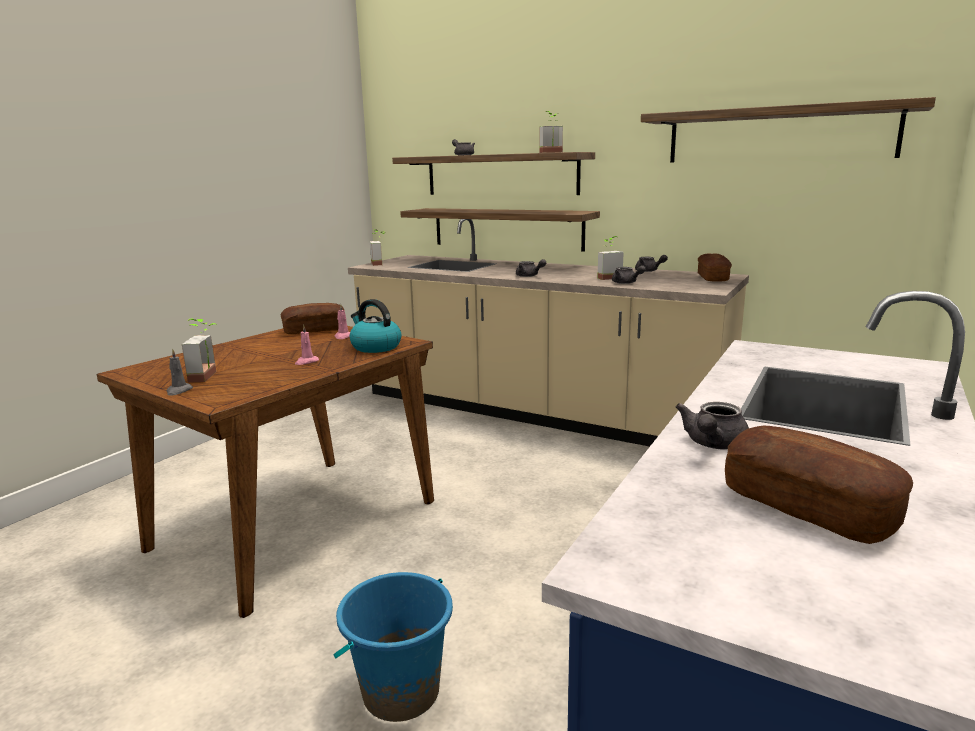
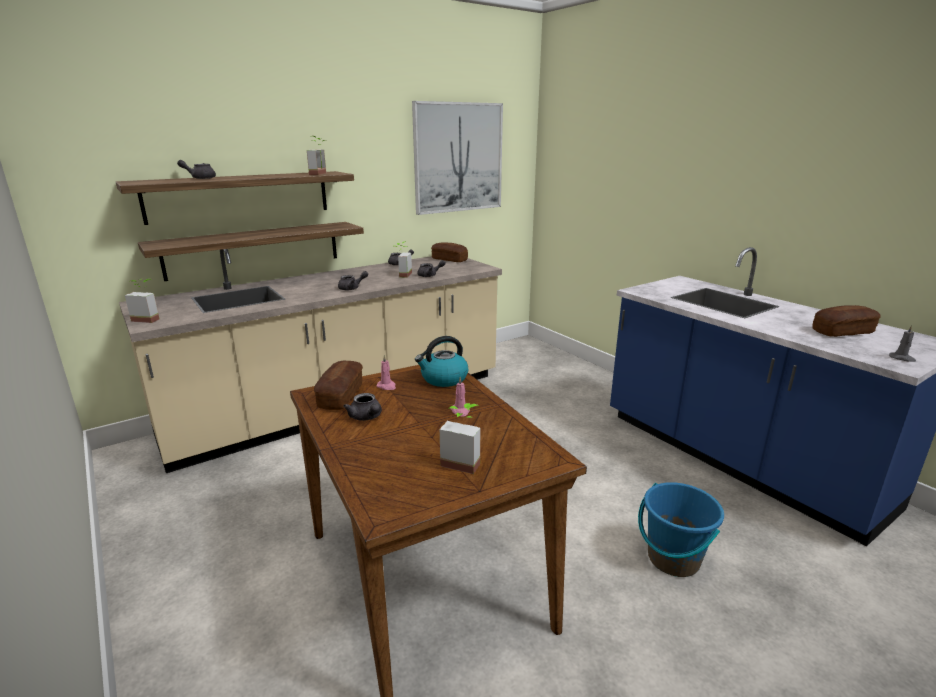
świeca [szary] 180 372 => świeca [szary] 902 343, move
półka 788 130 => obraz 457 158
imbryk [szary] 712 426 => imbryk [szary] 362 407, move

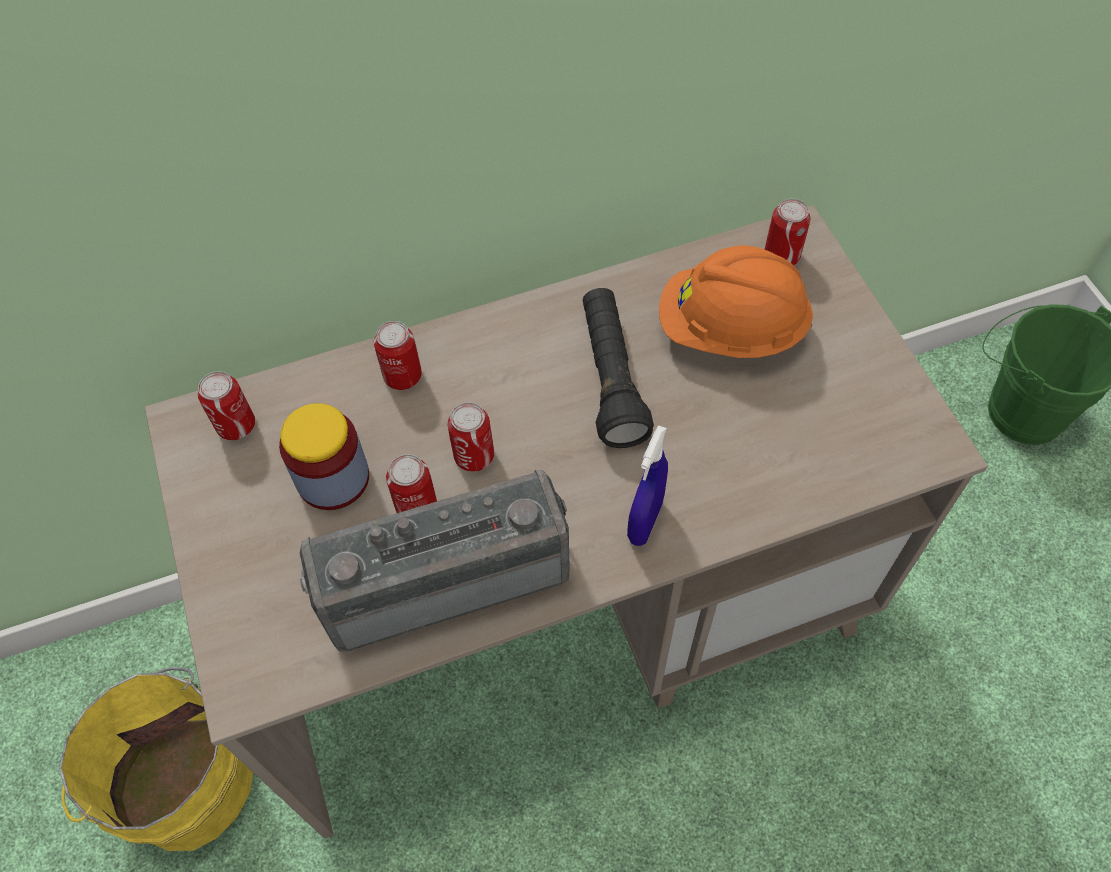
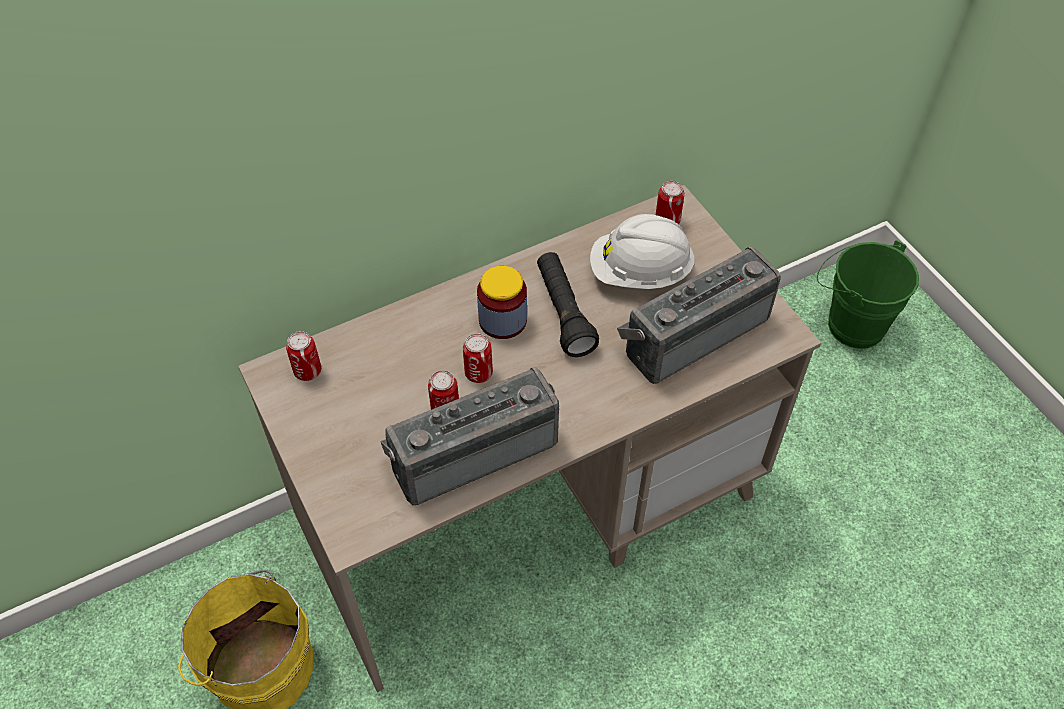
słoik 324 456 => słoik 502 302, move
puszka 398 355 => nothing
spryskiwacz [niebieski] 647 485 => nothing
kask [pomarańczowy] 736 302 => kask [biały] 642 251
nothing => radio 699 315

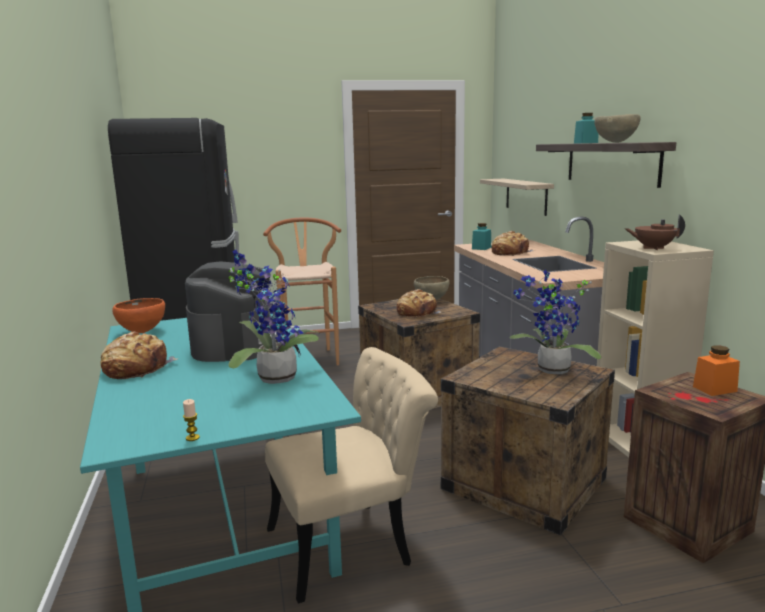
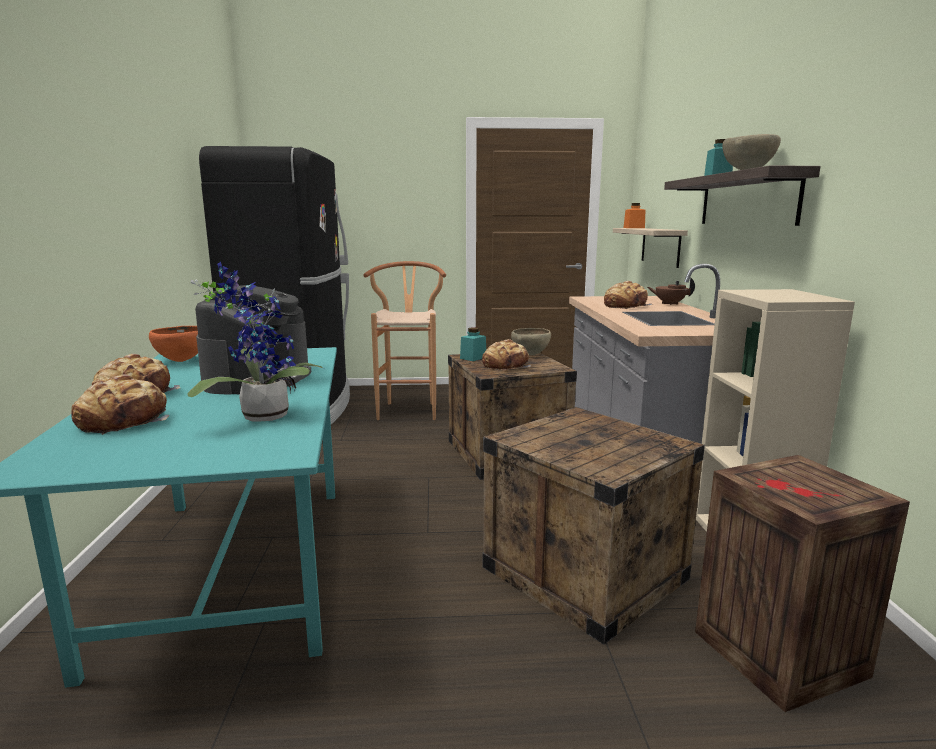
świeca 191 420 => nothing
krzesło [beżowy] 351 475 => nothing
słoik [turkusowy] 481 236 => słoik [turkusowy] 473 344, move
roślina doniczkowa 555 322 => nothing
imbryk [brązowy] 655 232 => imbryk [brązowy] 671 291, move
słoik [pomarańczowy] 716 370 => słoik [pomarańczowy] 634 215, move
nothing => chleb 120 404

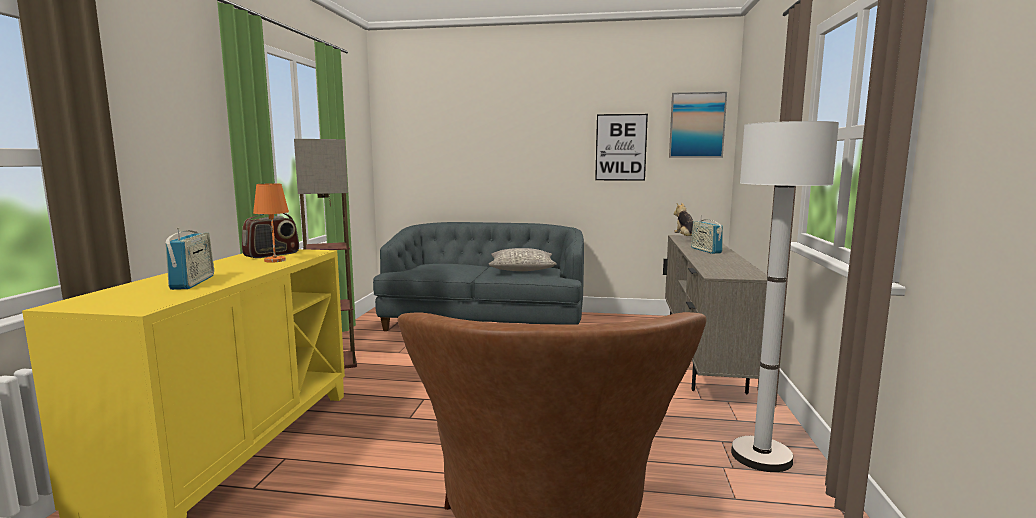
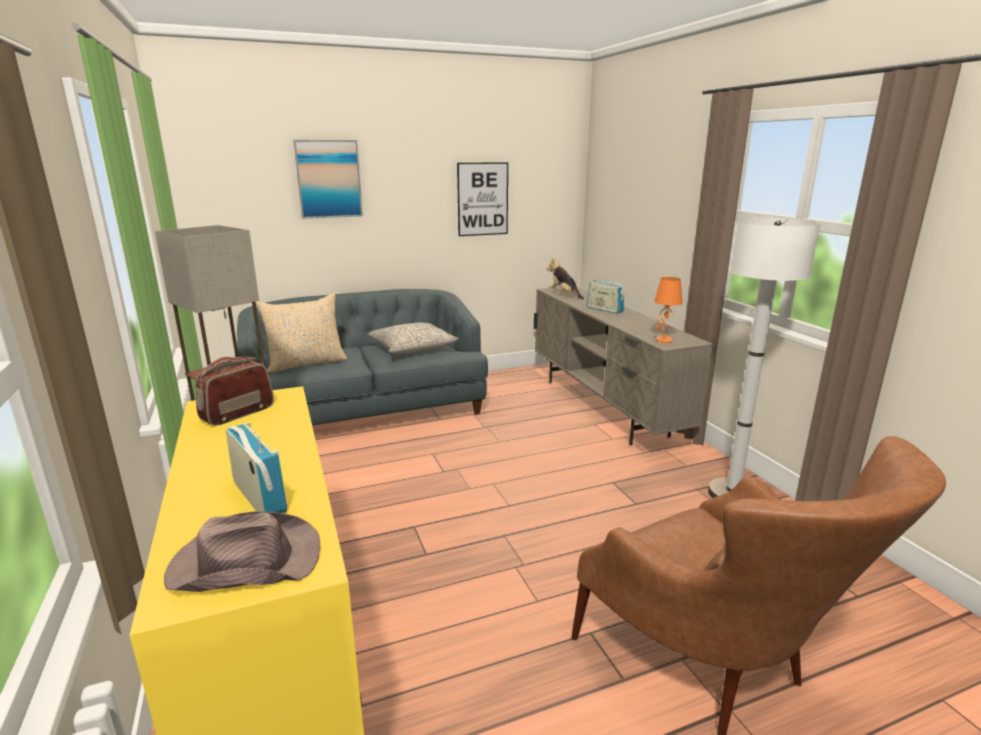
radio 270 235 => radio 234 391, 150 degrees counterclockwise
lampa stołowa [pomarańczowy] 271 223 => lampa stołowa [pomarańczowy] 668 310, move
obraz 698 125 => obraz 328 179, move
nothing => kapelusz [brązowy] 242 551
nothing => poduszka [beżowy] 301 333

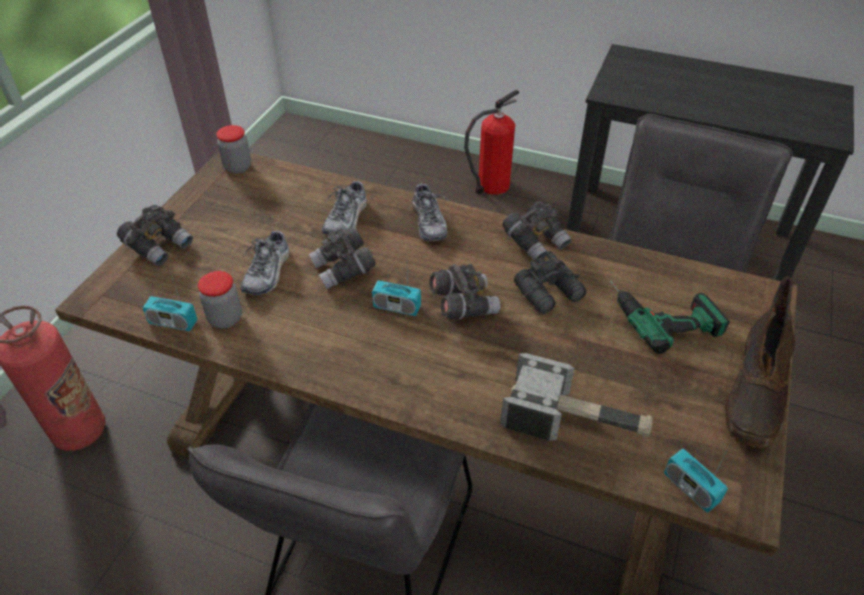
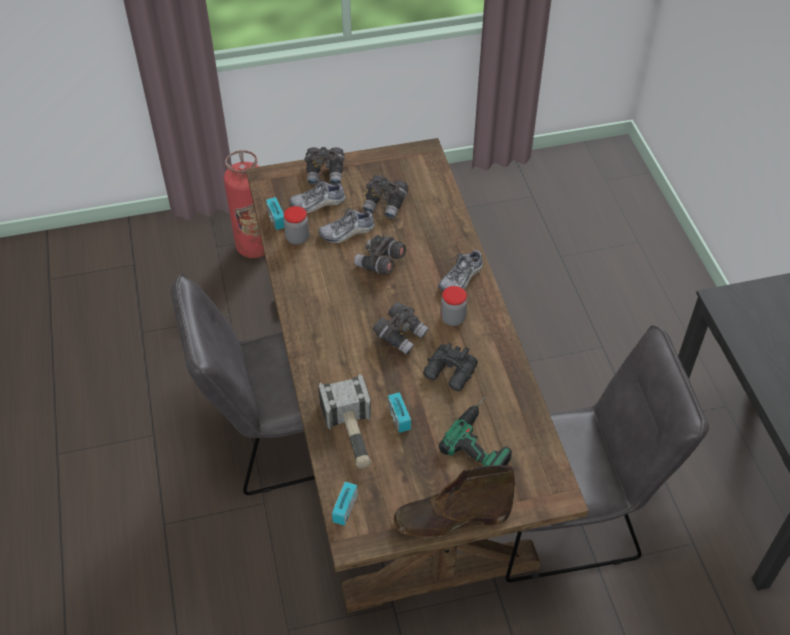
słoik 233 149 => słoik 454 306, move
but 344 208 => but 317 196, move
radio 396 292 => radio 399 412, move
gaśnica 491 142 => nothing
lornetka [szary] 537 231 => lornetka [szary] 385 197, move

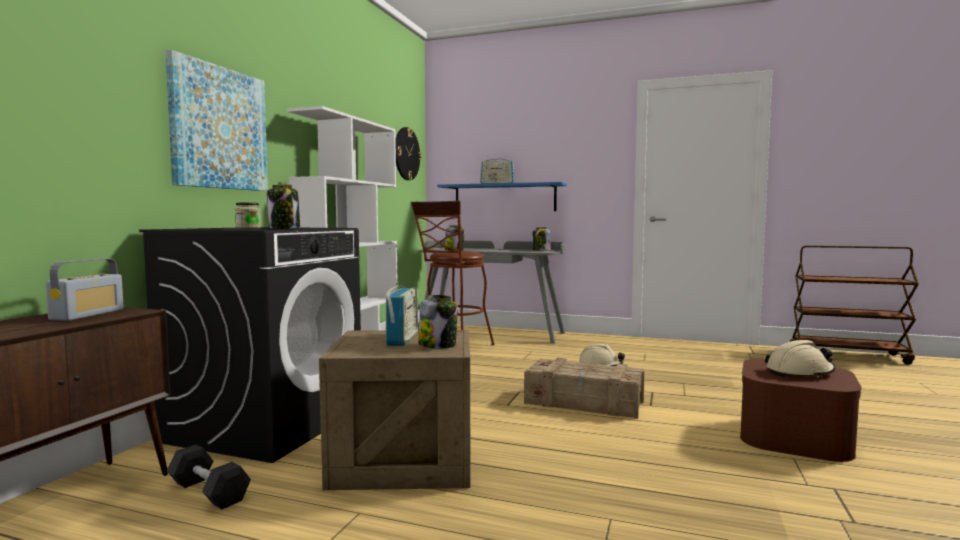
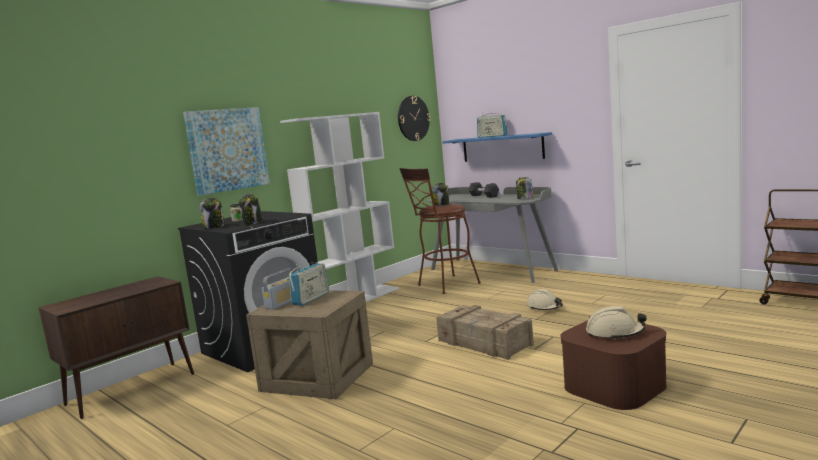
radio 85 289 => radio 278 289, move
hantel [czarny] 209 477 => hantel [czarny] 483 190, move
słoik 438 322 => słoik 212 213, move

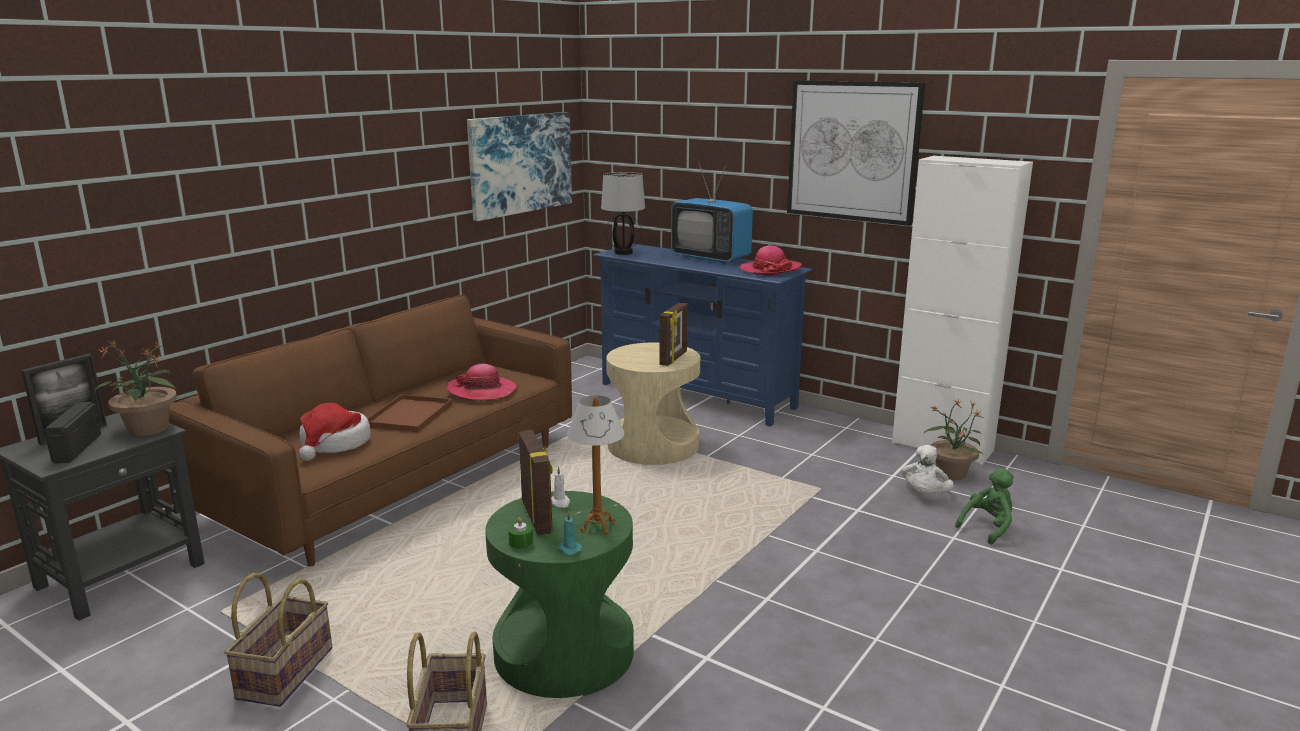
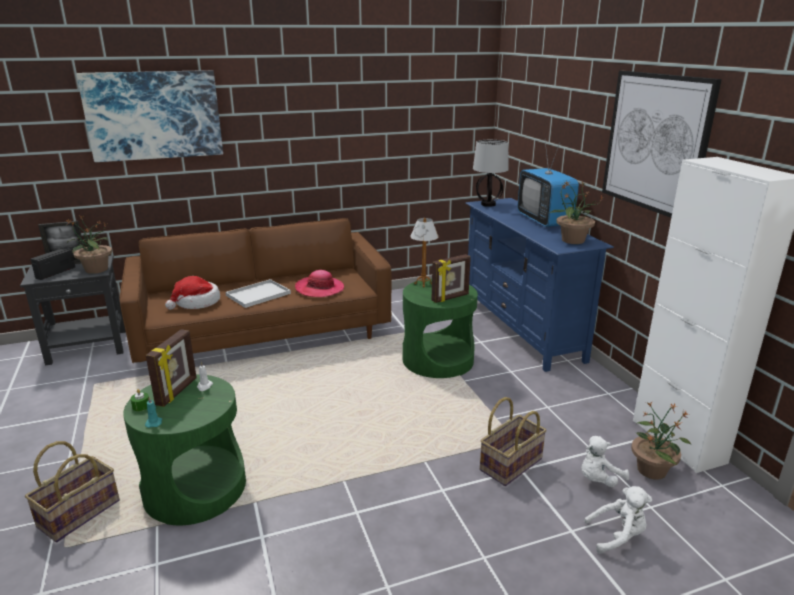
koszyk 278 640 => koszyk 513 441, move
taca [brązowy] 409 413 => taca [biały] 258 293
obraz 519 166 => obraz 149 116, move
lampa stołowa 596 465 => lampa stołowa 424 252, move
stolik [beżowy] 653 403 => stolik [zielony] 440 328
kapelusz 770 261 => roślina doniczkowa 576 212
pluszak [zielony] 984 506 => pluszak [biały] 618 520

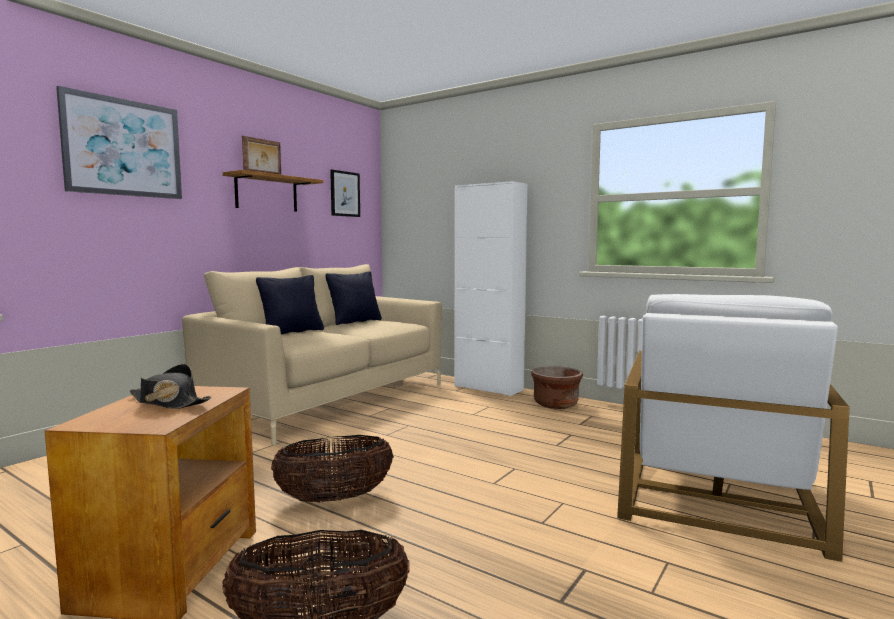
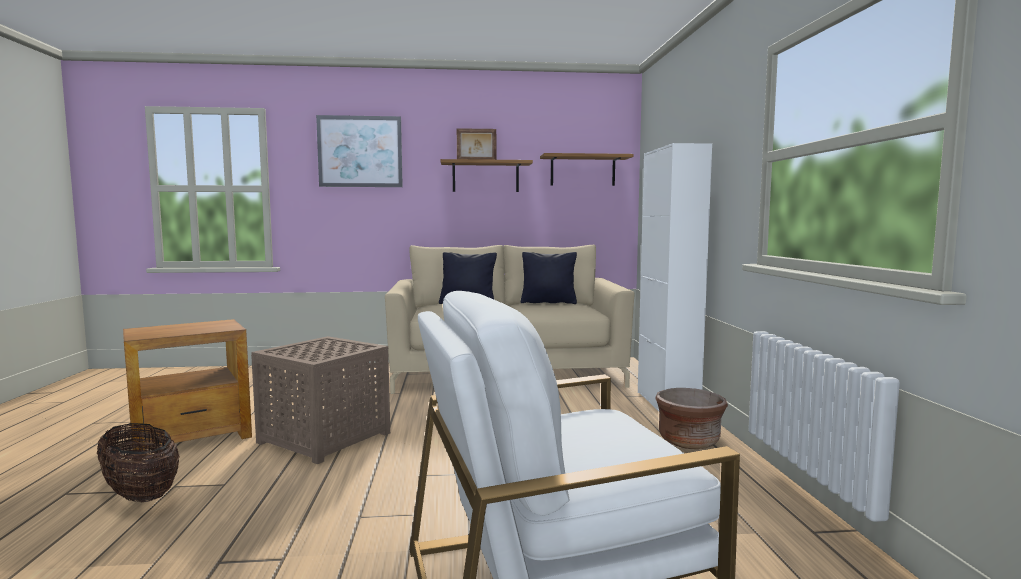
kapelusz [czarny] 170 386 => nothing
koszyk 332 469 => stolik [brązowy] 320 400
obraz 345 193 => półka 586 169

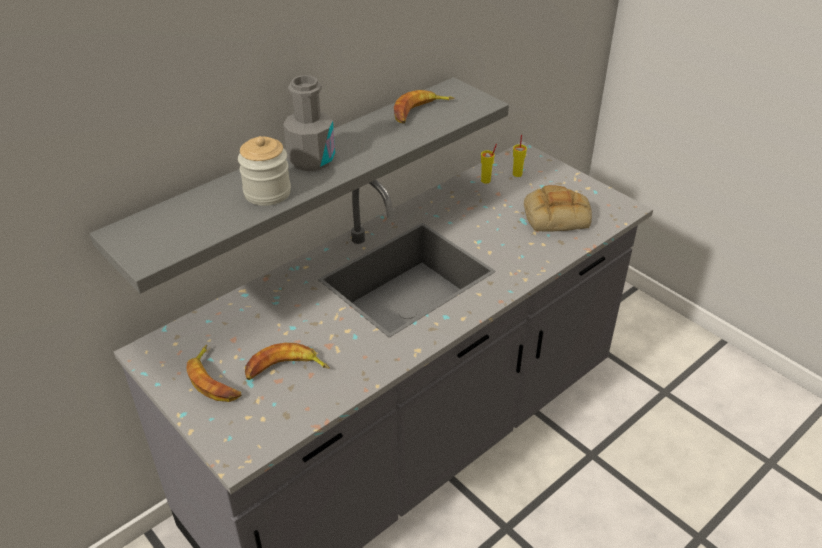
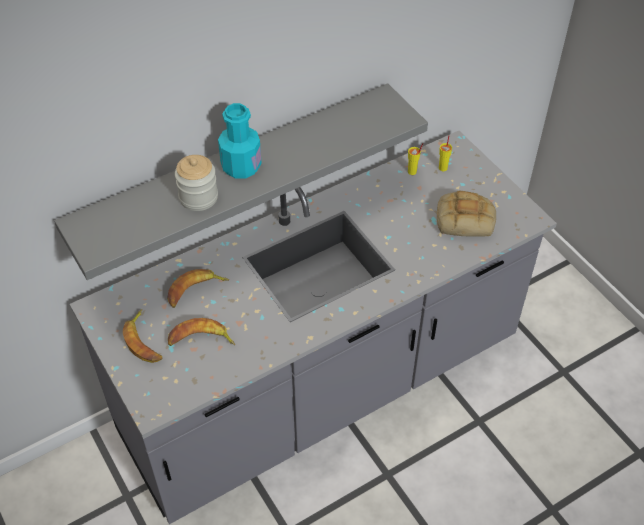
butelka [szary] 309 123 => butelka [turkusowy] 240 141
banan 424 106 => banan 198 288, move

